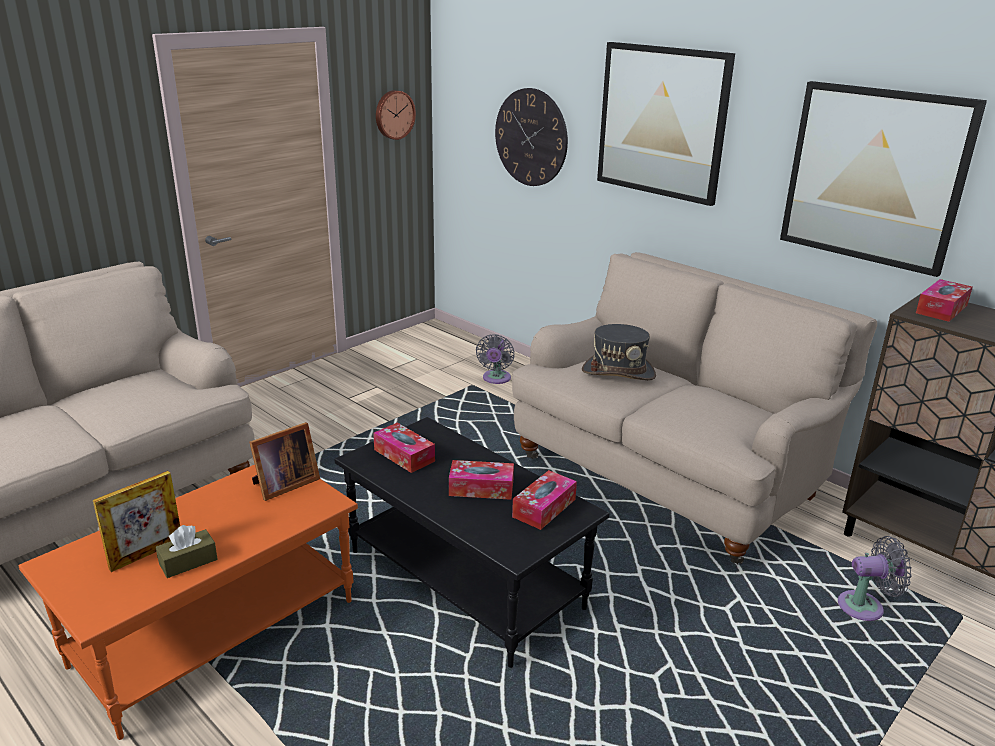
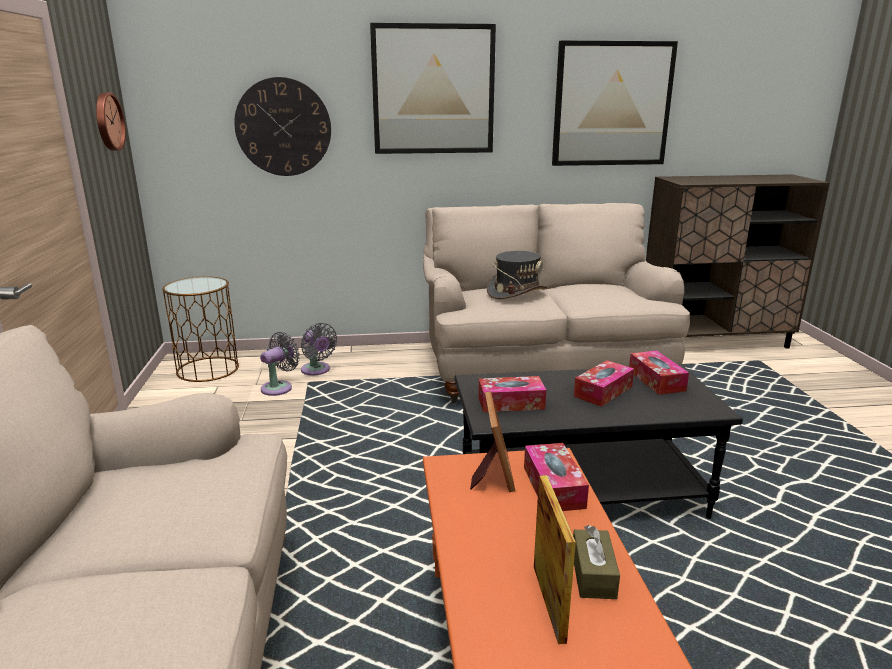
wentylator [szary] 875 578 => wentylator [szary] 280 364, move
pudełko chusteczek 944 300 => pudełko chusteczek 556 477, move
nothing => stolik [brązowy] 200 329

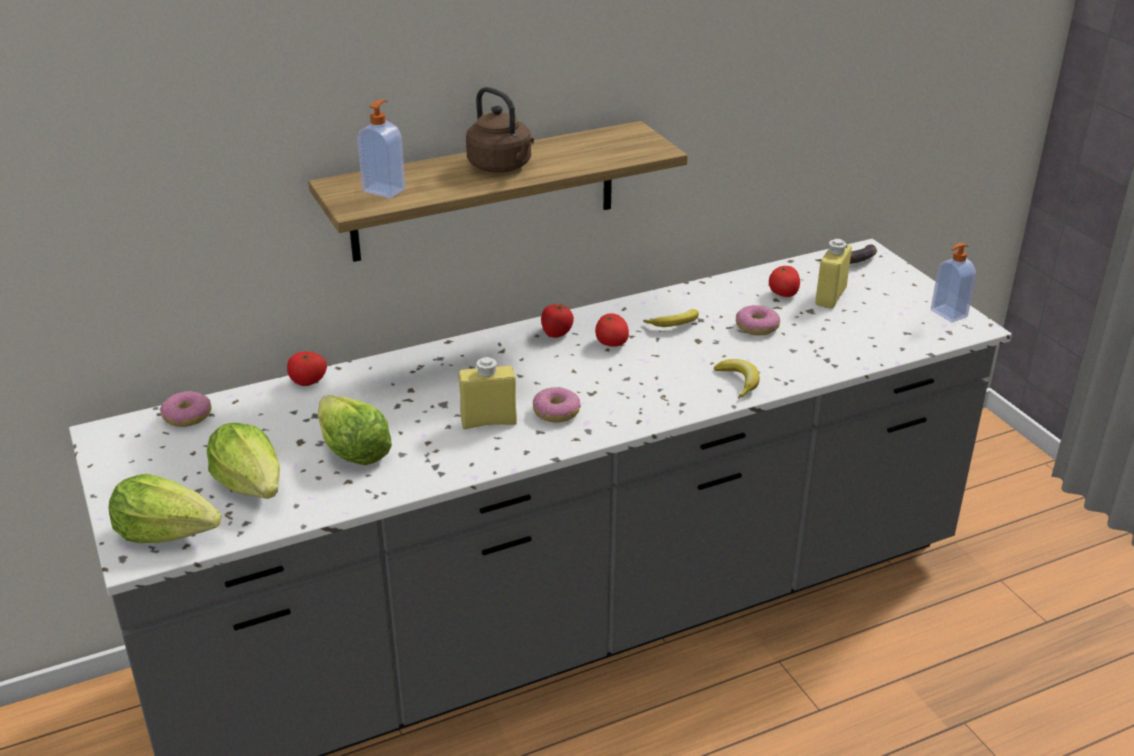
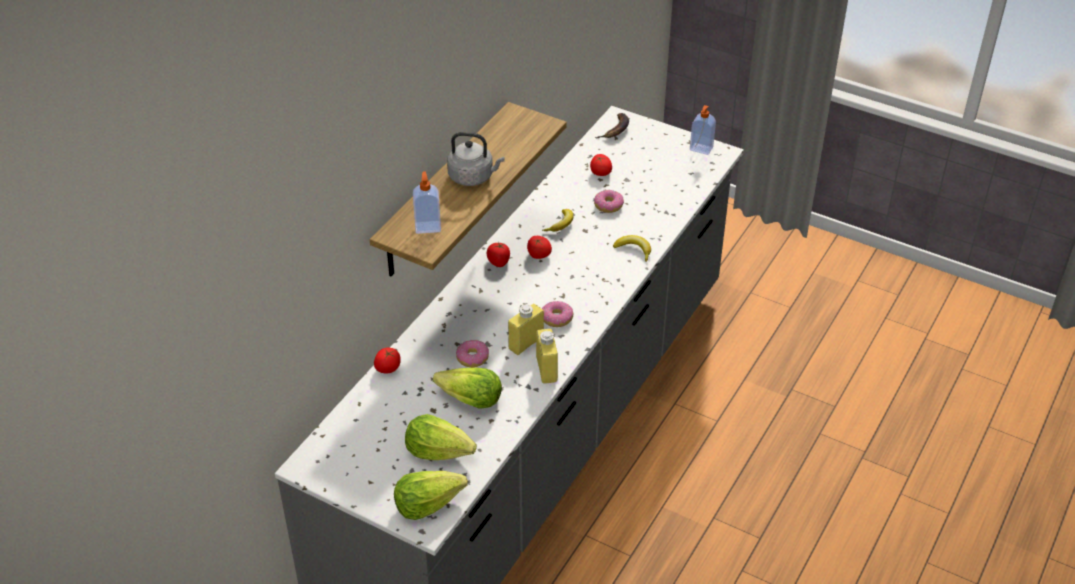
donut 185 409 => donut 472 353, move
czajnik [brązowy] 500 130 => czajnik [szary] 476 159
butelka [żółty] 833 274 => butelka [żółty] 547 356, move

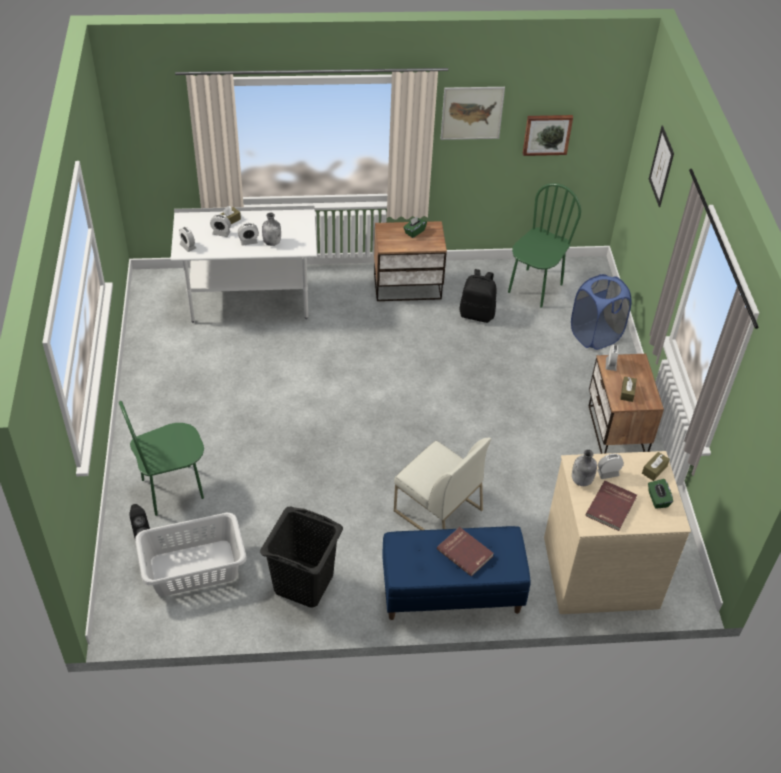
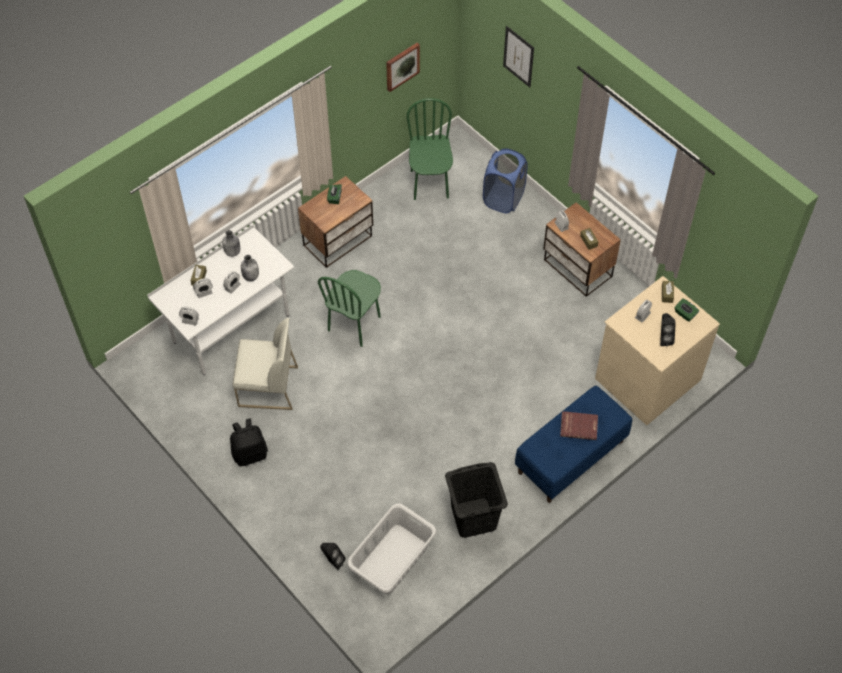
krzesło [zielony] 161 458 => krzesło [zielony] 349 308, move
krzesło [biały] 443 484 => krzesło [biały] 265 364, move
obraz 473 113 => nothing
plecak [czarny] 478 296 => plecak [czarny] 249 442, move
butelka [szary] 584 467 => butelka [szary] 231 243, move
książka [czerwony] 611 506 => głośnik [czarny] 668 329

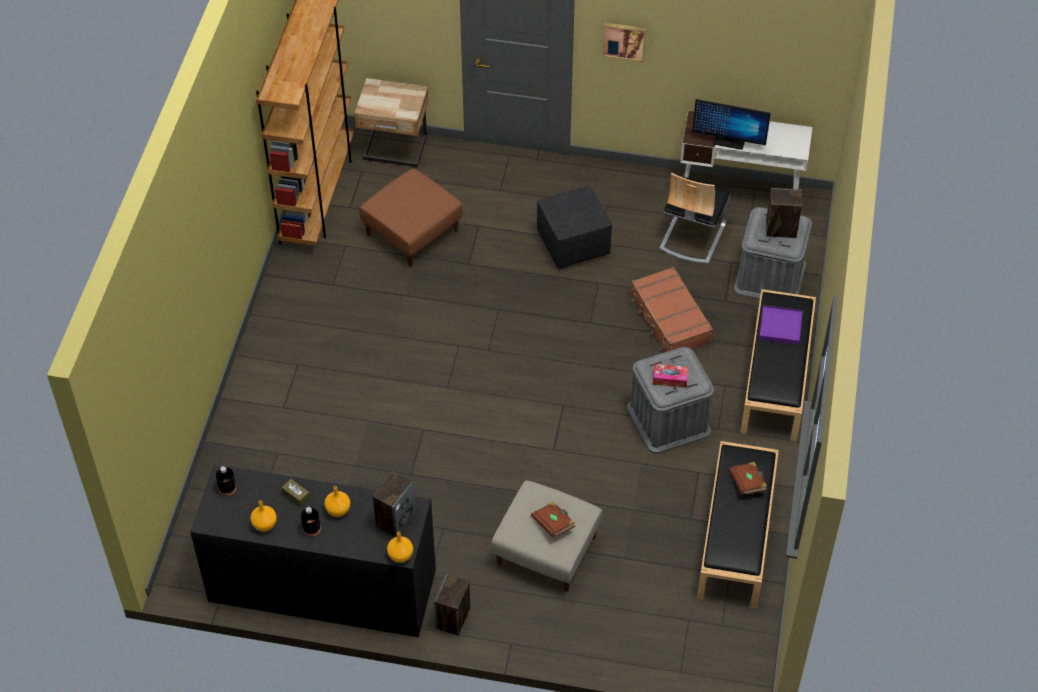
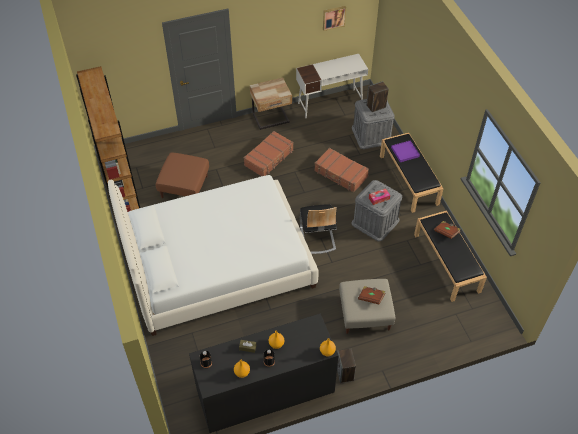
szafka nocna [beżowy] 391 122 => szafka nocna [beżowy] 271 104, move
głośnik 394 504 => nothing
pufa [czarny] 574 226 => walizka [brązowy] 268 153
obraz 625 43 => obraz 334 18, move
krzesło 694 218 => krzesło 318 229, move
monitor 731 124 => nothing
nothing => łóżko [biały] 213 255

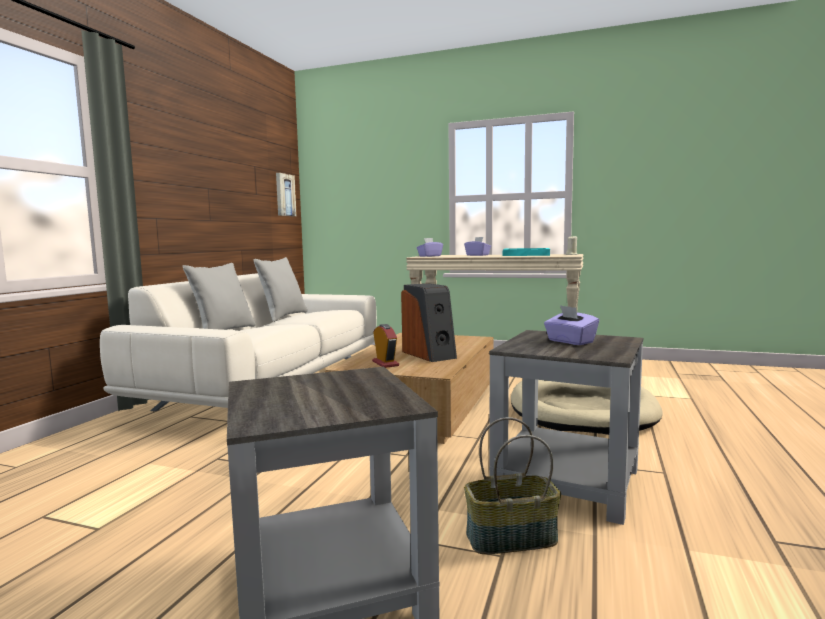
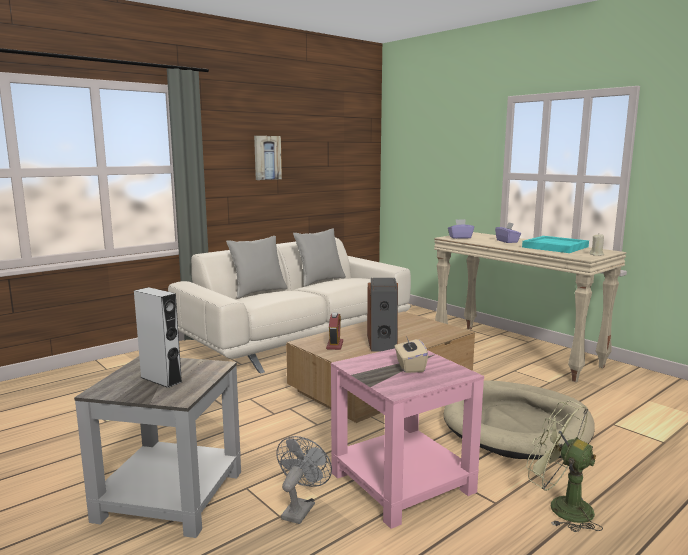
obraz 286 194 => obraz 268 158, move
koszyk 512 485 => wentylator [szary] 304 480
stolik [szary] 566 427 => stolik [różowy] 407 438
pudełko chusteczek [fioletowy] 571 325 => pudełko chusteczek [beżowy] 411 354
nothing => głośnik [szary] 158 337
nothing => wentylator [zielony] 564 466

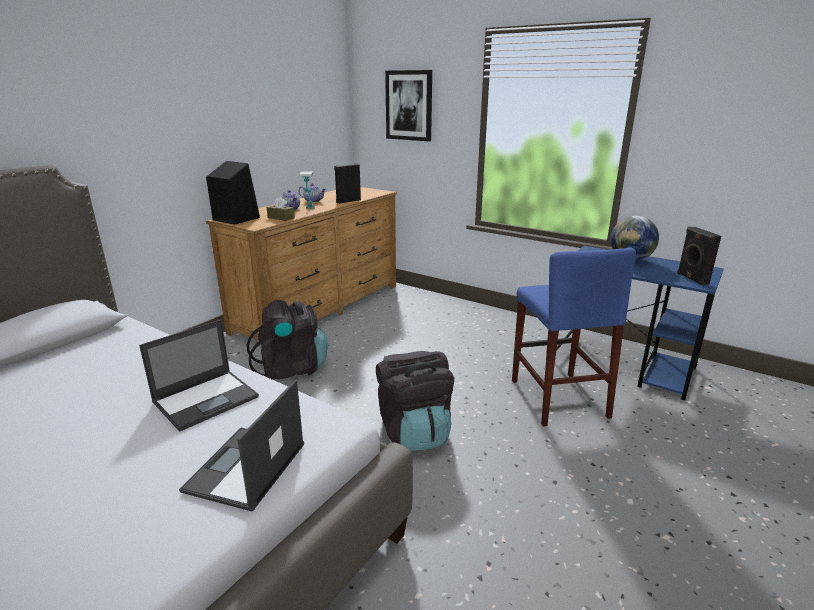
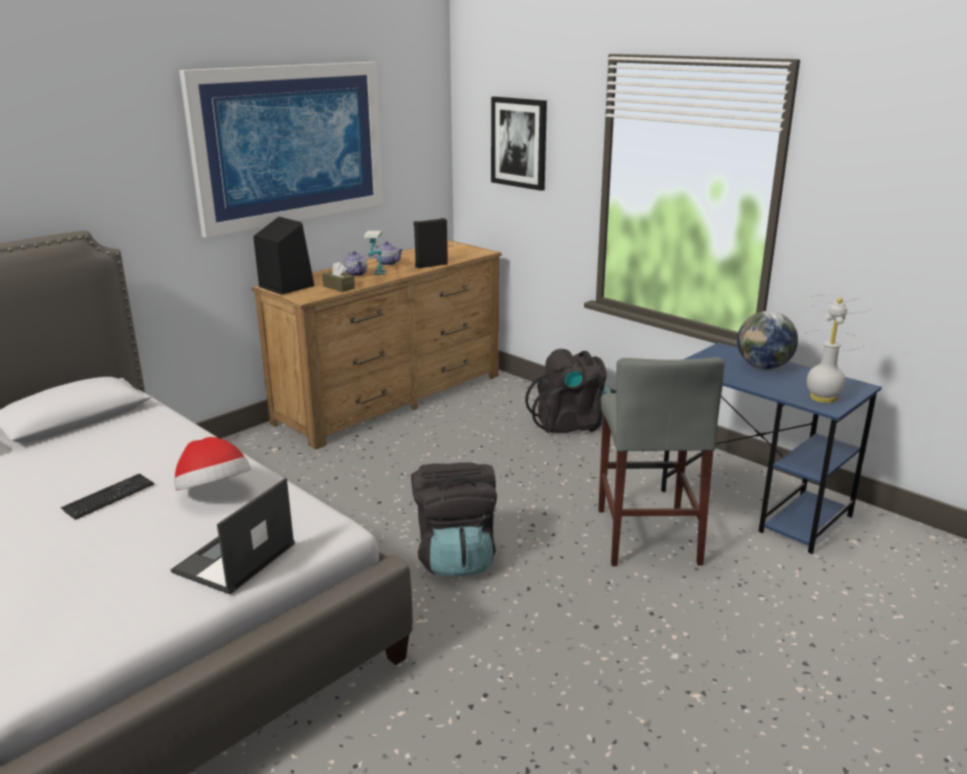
laptop 199 376 => kapelusz 212 463
plecak [czarny] 287 340 => plecak [czarny] 568 391, move
stołek [niebieski] 574 336 => stołek [szary] 661 461
głośnik [czarny] 699 255 => lampa stołowa [biały] 836 349
nothing => klawiatura 107 496
nothing => obraz 281 150

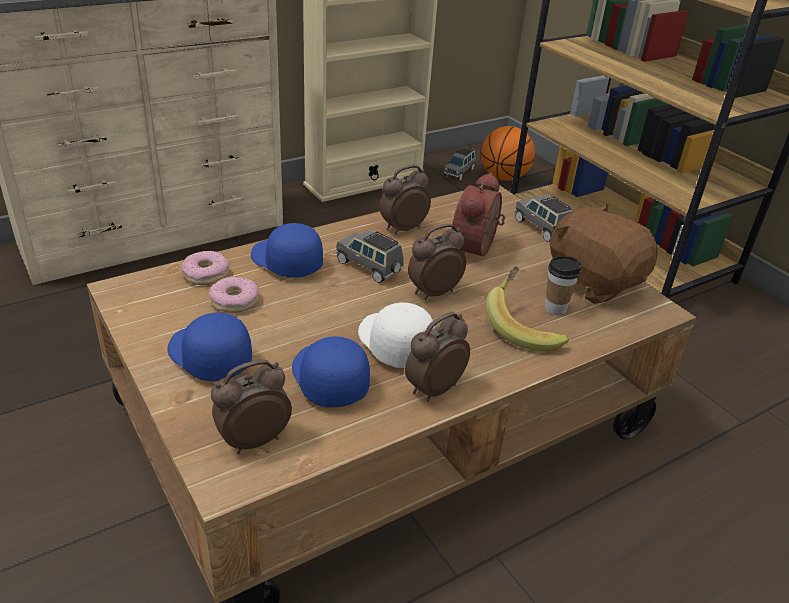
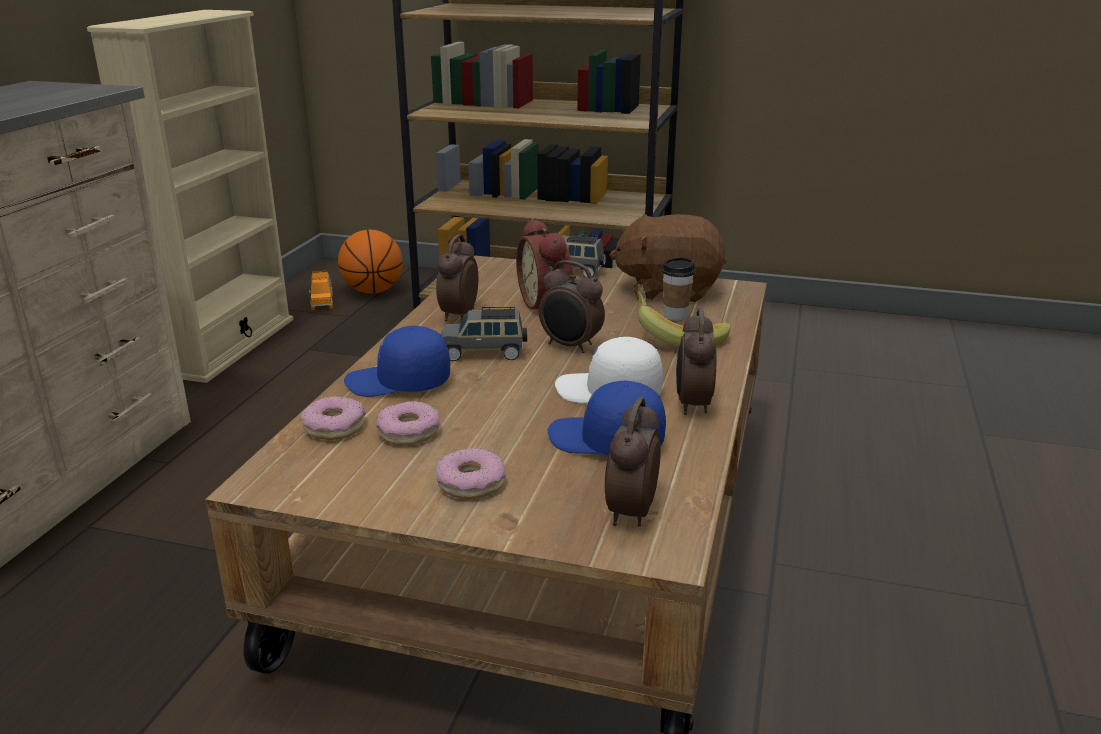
czapka z daszkiem [niebieski] 209 347 => donut 470 473
budzik 437 262 => budzik 572 306, 75 degrees counterclockwise
samochodzik [szary] 460 163 => samochodzik [pomarańczowy] 321 290

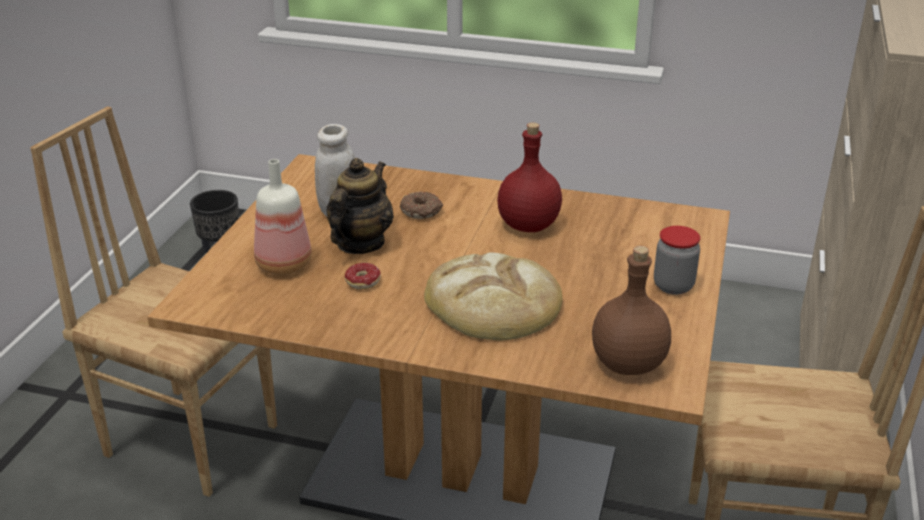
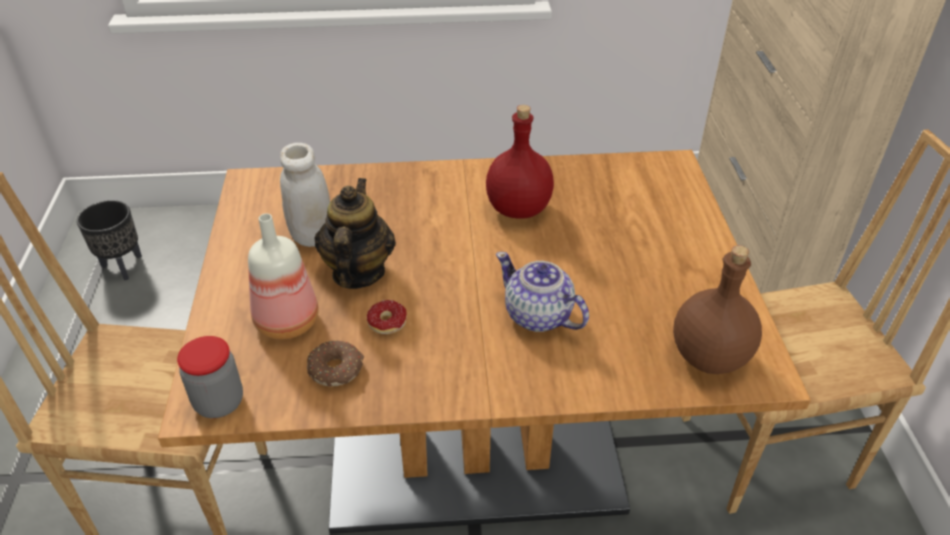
donut 421 205 => donut 336 363, move
chleb 493 297 => imbryk 542 292
słoik 677 260 => słoik 210 377, move

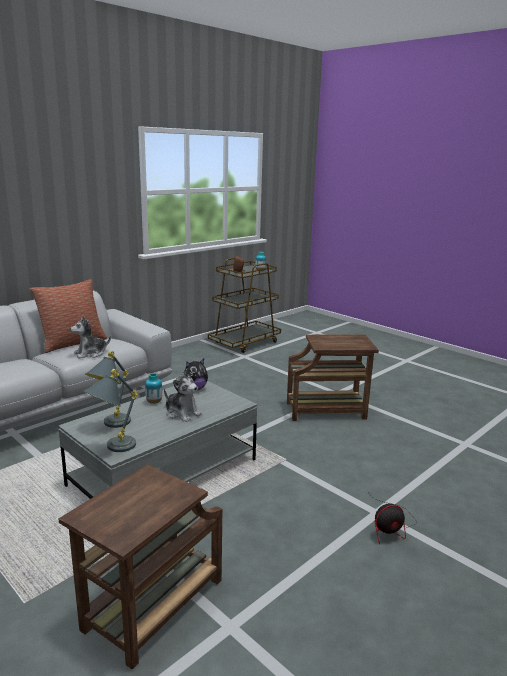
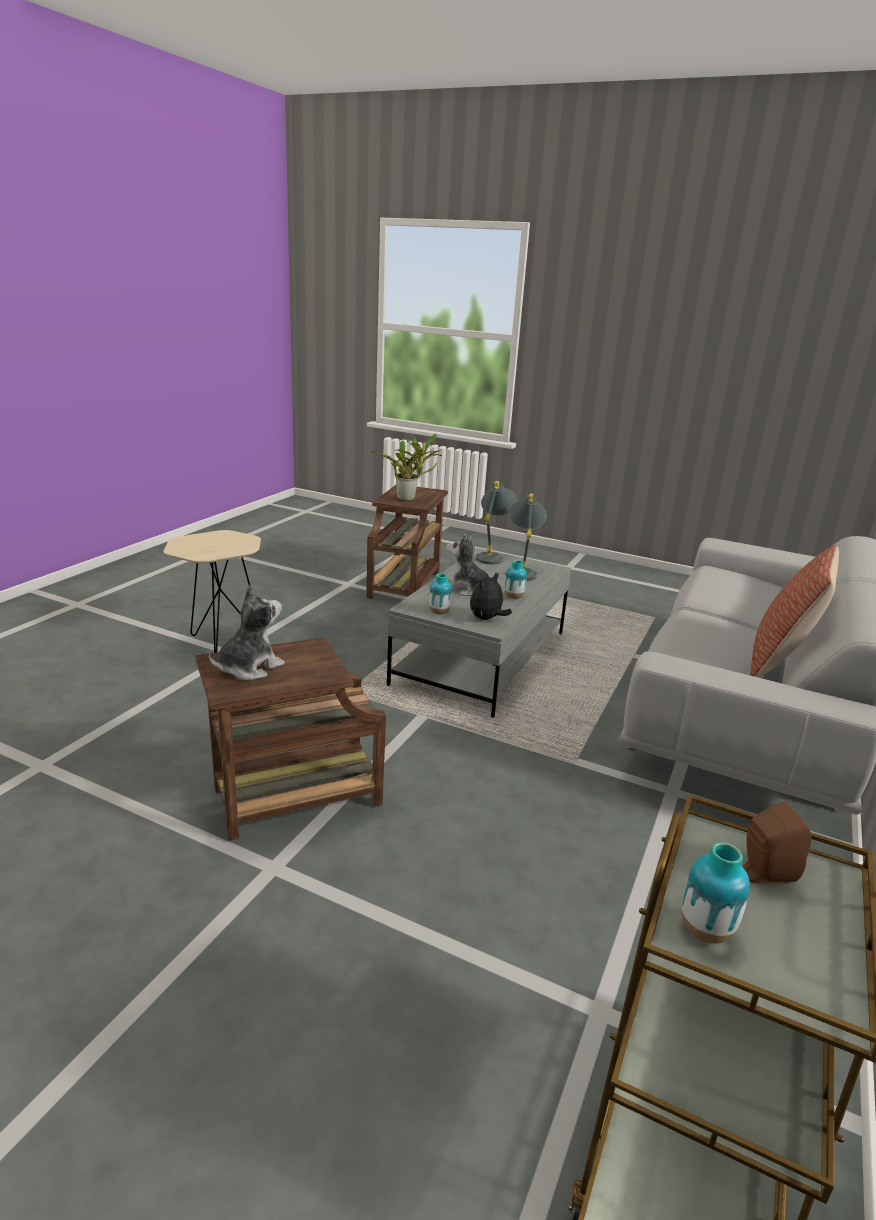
pluszak 90 337 => pluszak 246 632, move
wentylator 394 520 => stolik [beżowy] 212 591
nothing => roślina doniczkowa 406 467
nothing => wazon 440 593

